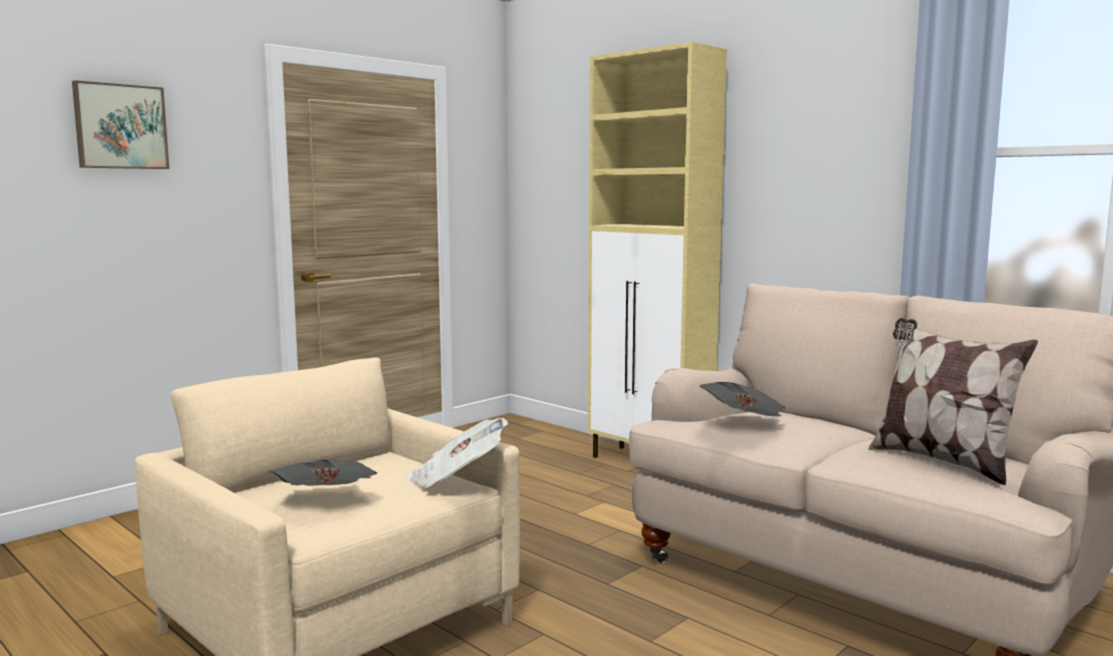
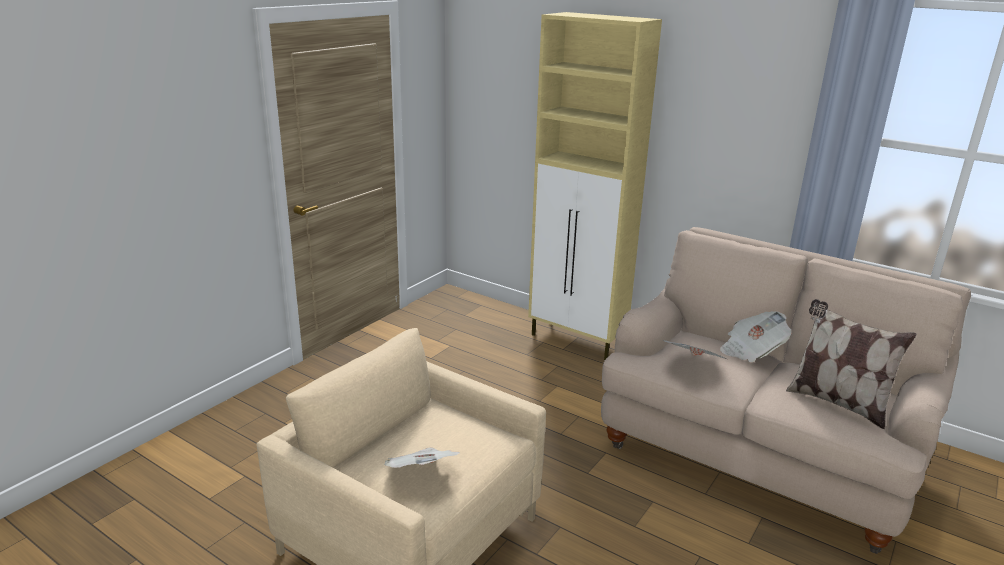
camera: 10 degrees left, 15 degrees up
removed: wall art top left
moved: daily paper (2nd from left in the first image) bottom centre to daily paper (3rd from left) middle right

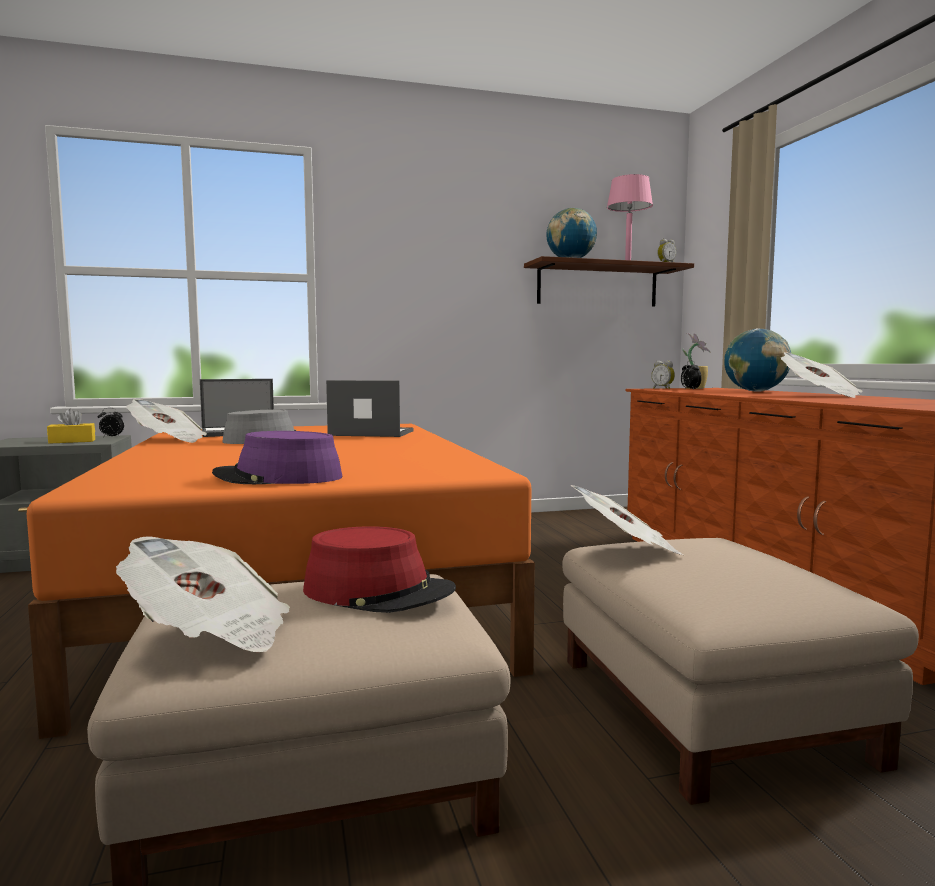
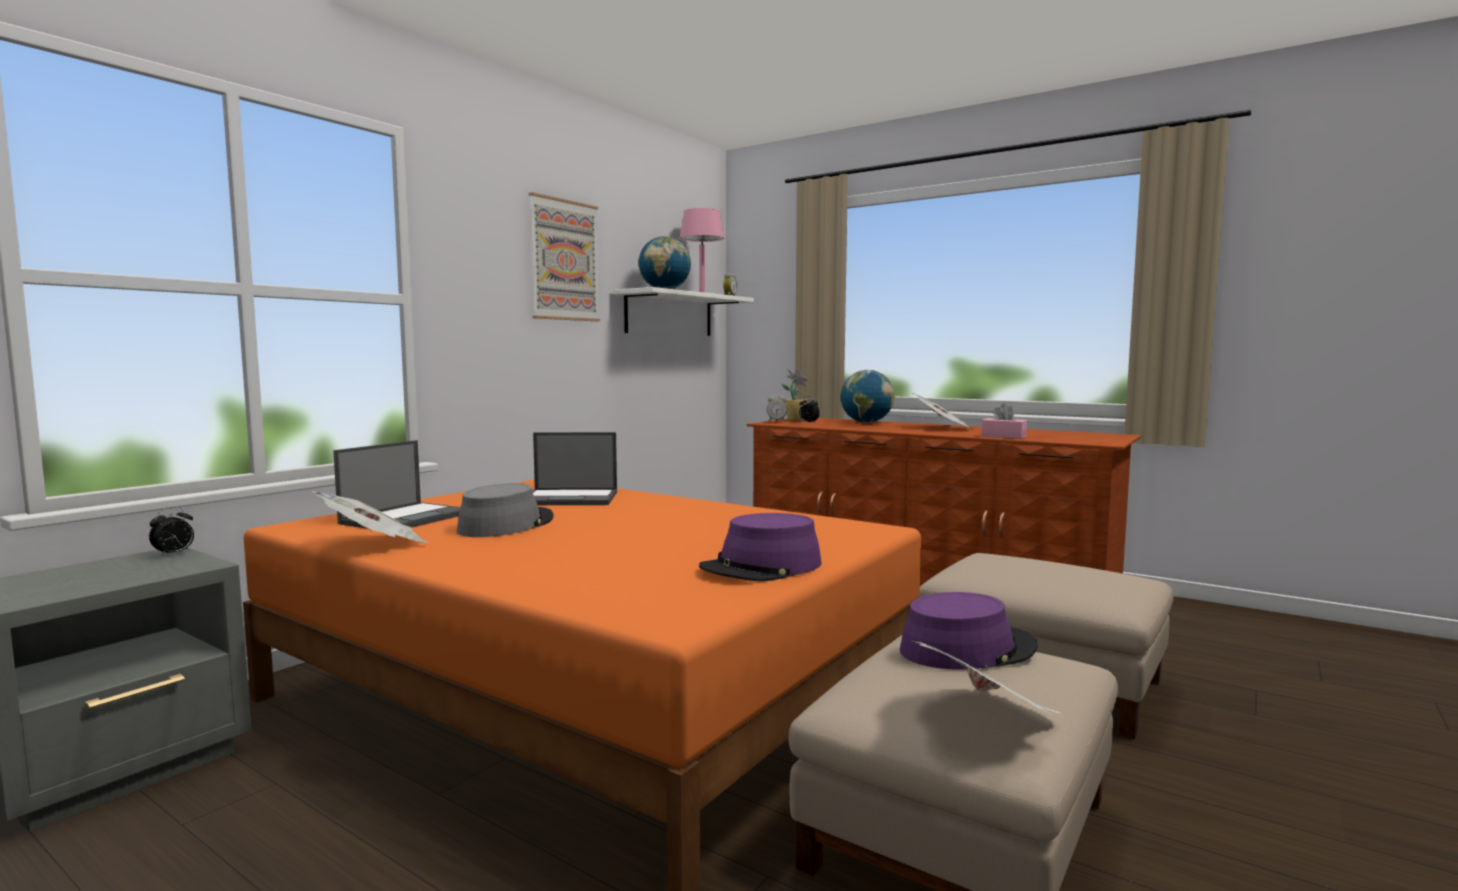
camera: 40 degrees left, 0 degrees up
removed: yellow box of tissues middle left; daily paper (3rd from left) middle right
added: wall art top centre; pinkish box of tissues middle right
recoloured: reddish wearable hat centre to purple-coloured wearable hat (2nd from left) bottom centre; brown-coloured wall shelf top centre to whitish wall shelf centre
turned: laptop (2nd from left) centre = centre 150 degrees counterclockwise

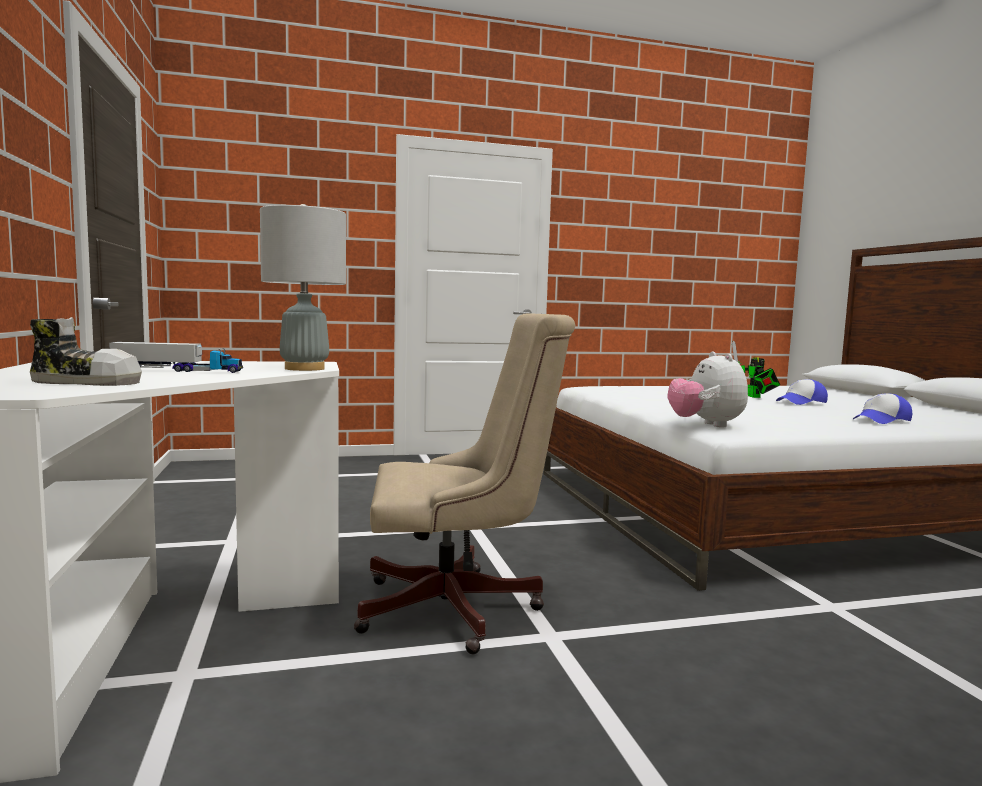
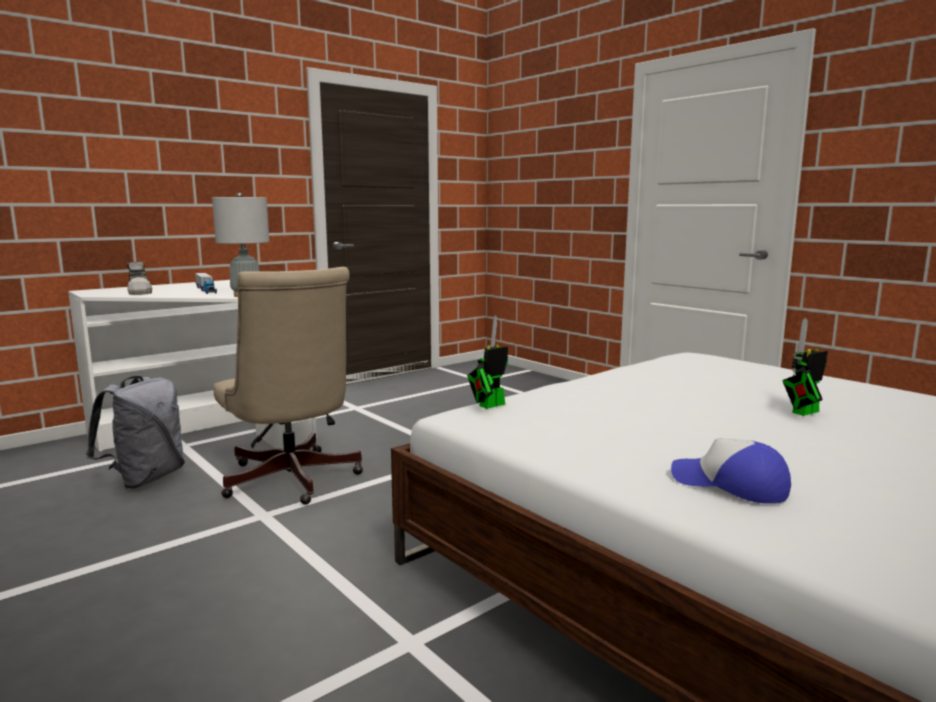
camera: 65 degrees right, 5 degrees up
removed: peaked cap (1st from left) middle right
added: greyish knapsack middle left
replaced: soft toy middle right to toy robot (1st from left) centre

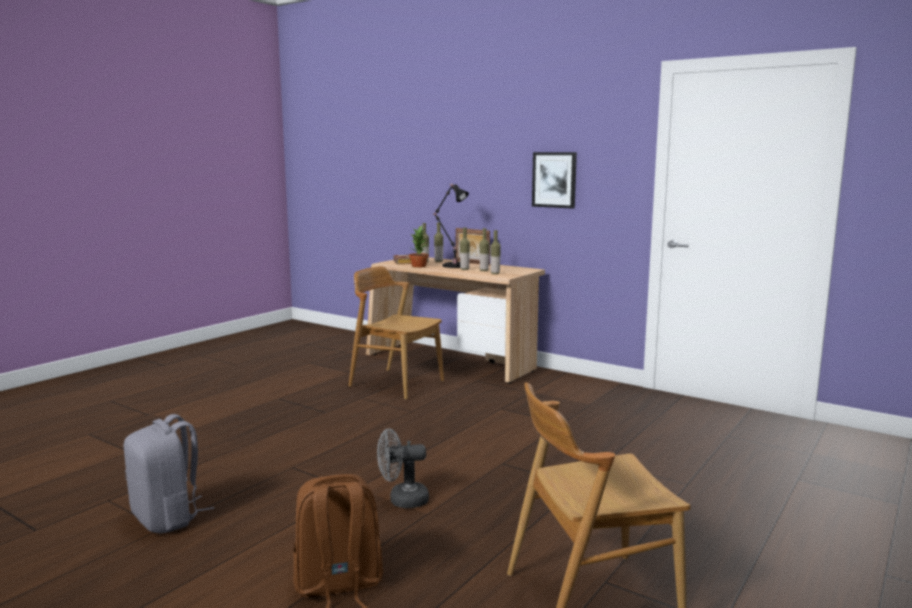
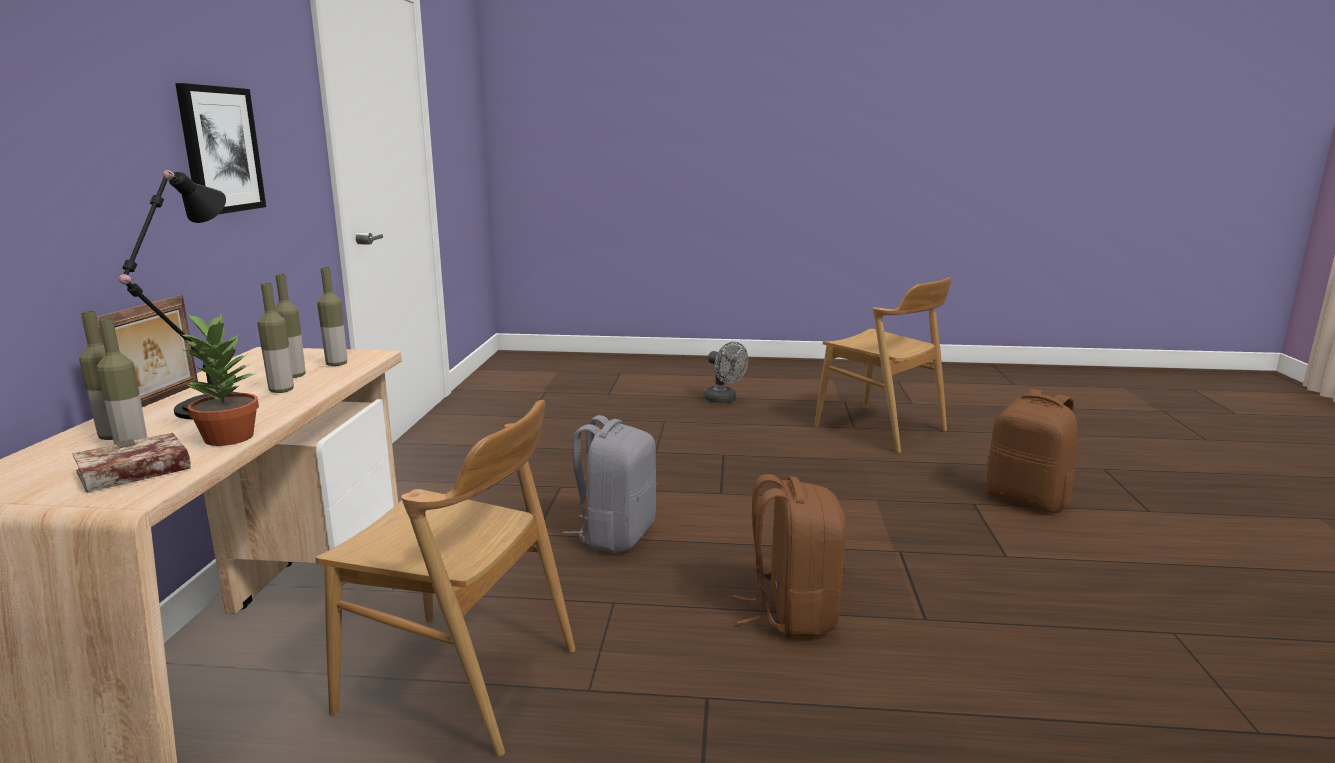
camera: 120 degrees left, 5 degrees up
added: brown-coloured knapsack (1st from left) bottom centre
moved: greyish knapsack bottom left to centre; greyish fan bottom centre to centre
turned: brown-coloured upright chair (1st from left) centre = bottom centre 75 degrees counterclockwise

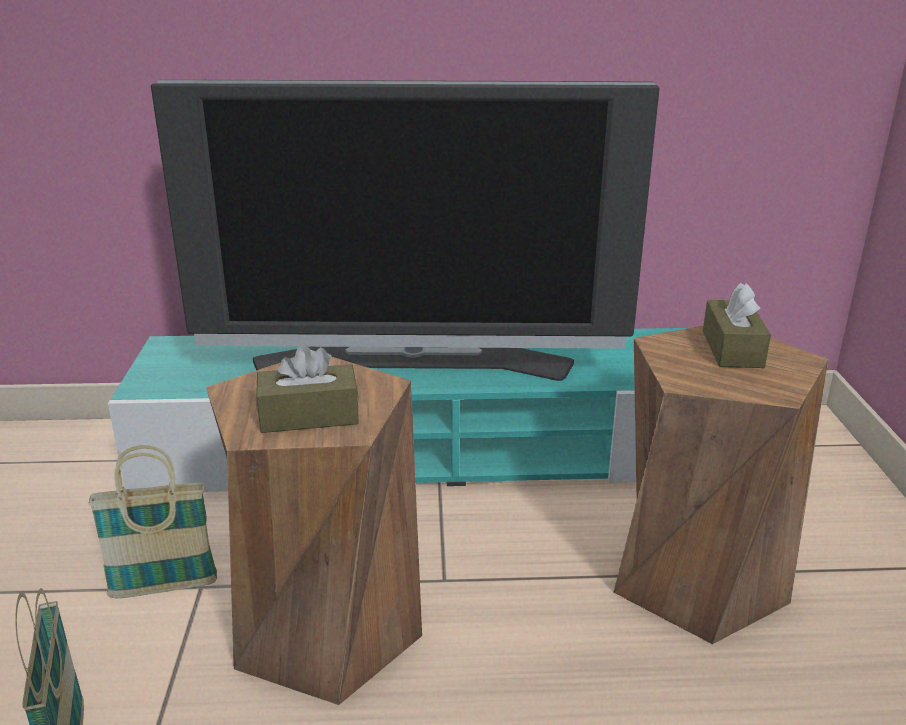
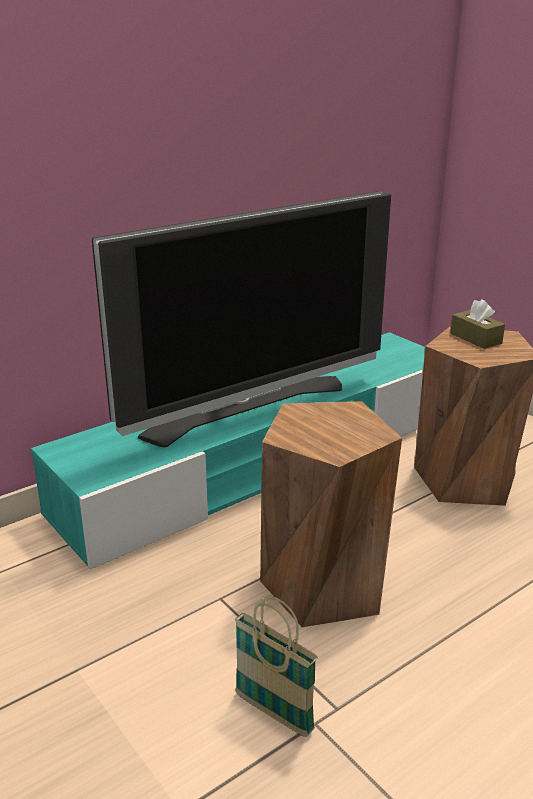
camera: 35 degrees left, 0 degrees up
removed: household basket (2nd from left) bottom left; brown-coloured box of tissues (1st from left) centre

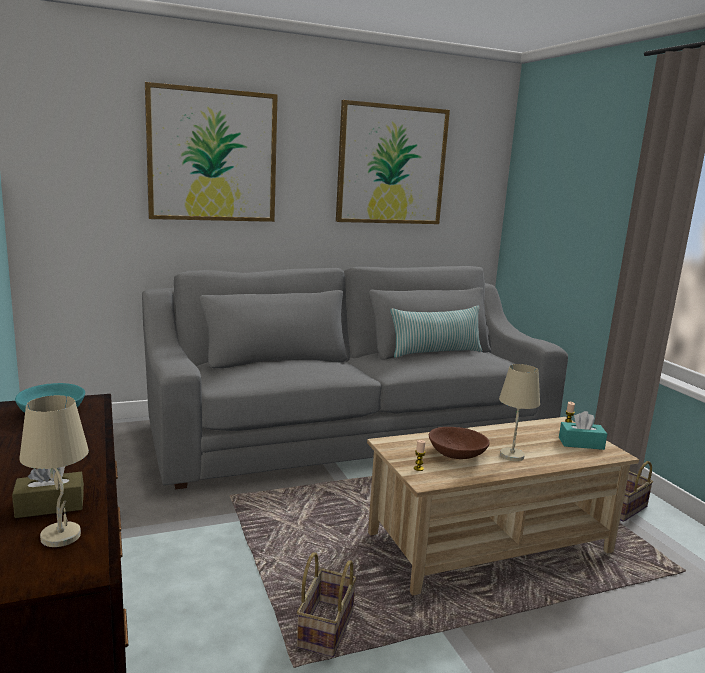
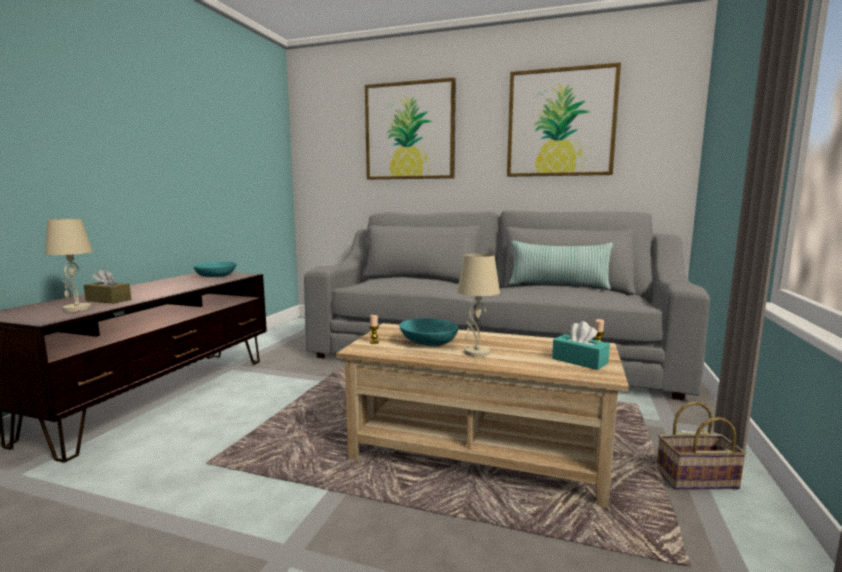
camera: 40 degrees right, 5 degrees down
removed: household basket (1st from left) bottom centre
recoloured: brown-coloured serving bowl centre to blue-green serving bowl (2nd from left) centre

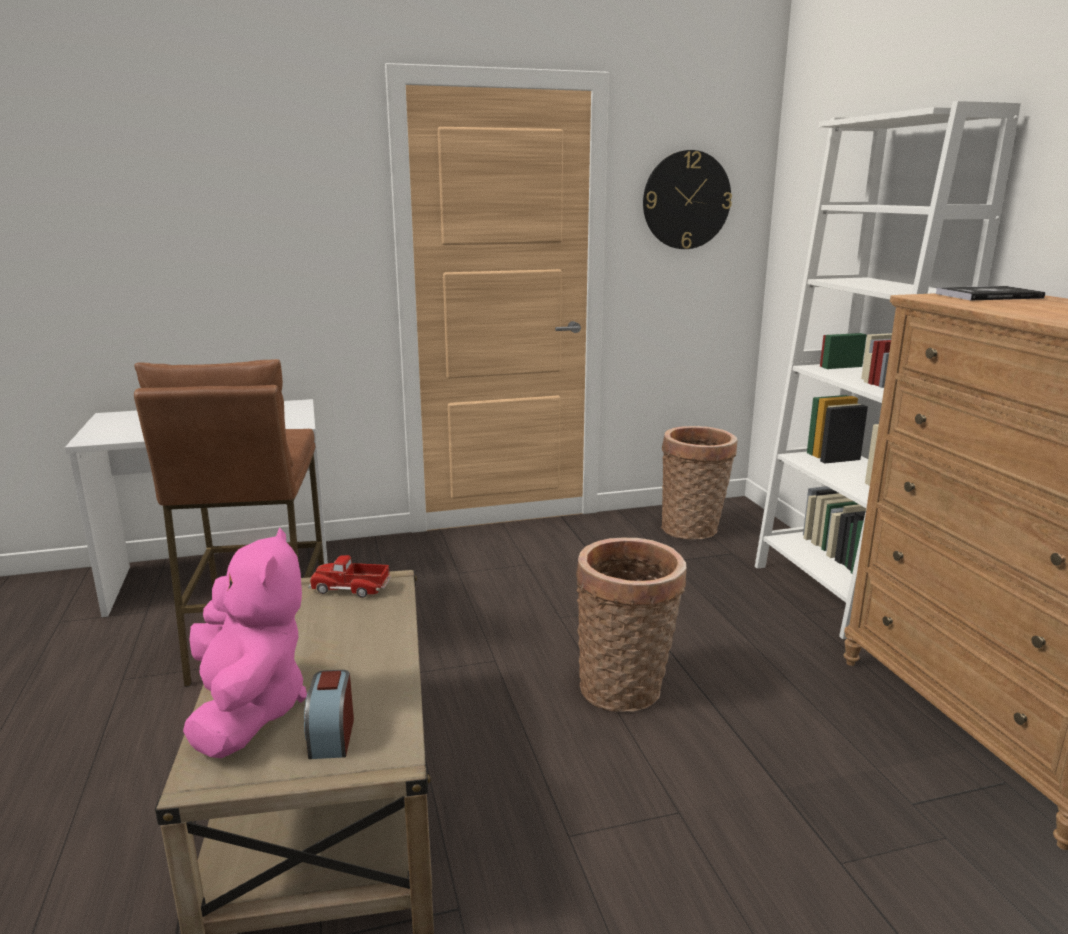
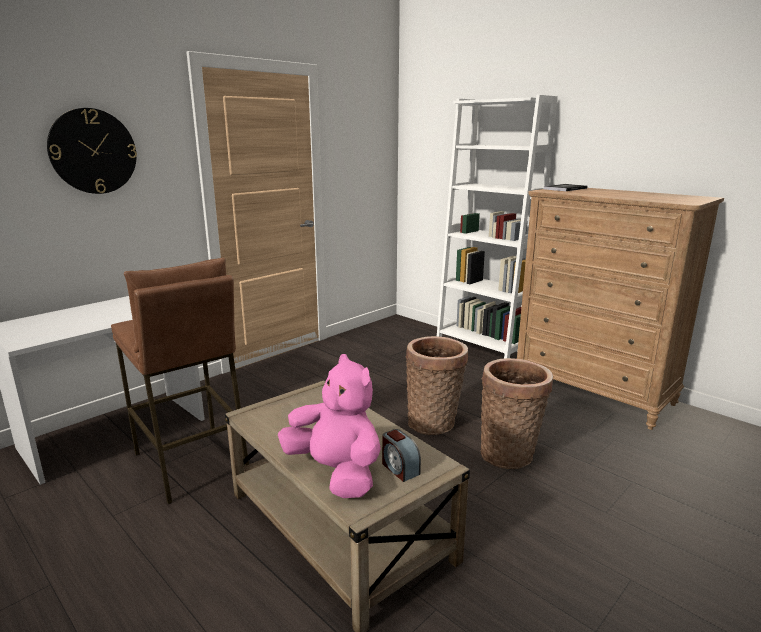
camera: 30 degrees left, 0 degrees up
removed: model truck middle left
moved: wall clock top centre to top left; household basket (2nd from left) centre to middle right

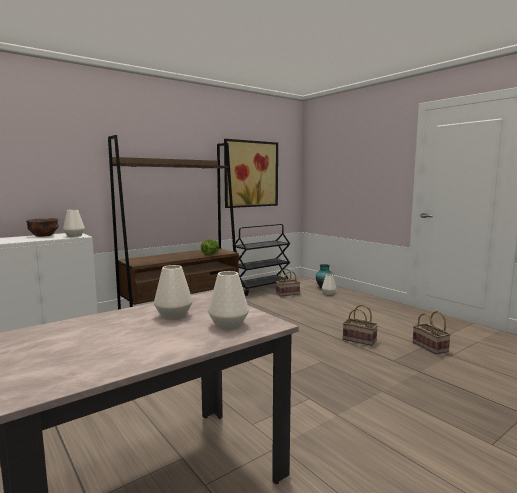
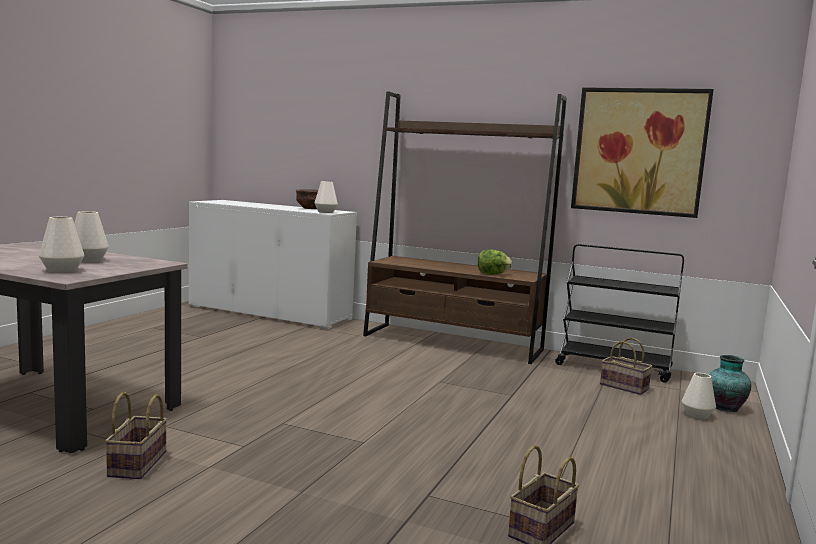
camera: 60 degrees right, 0 degrees up
moved: household basket (2nd from left in the first image) middle right to household basket (1st from left) bottom left

